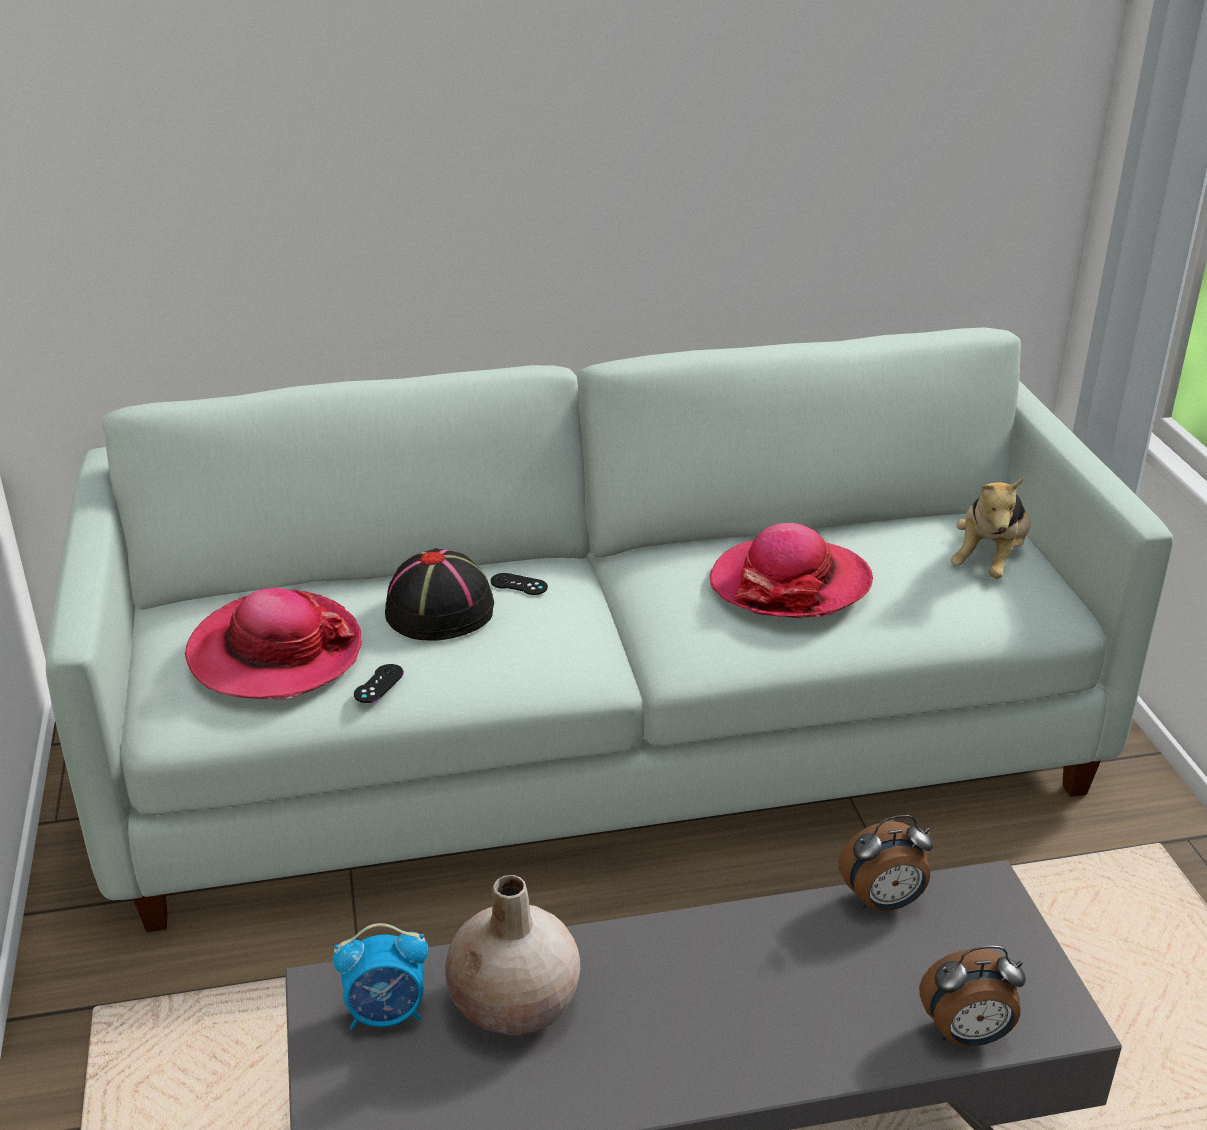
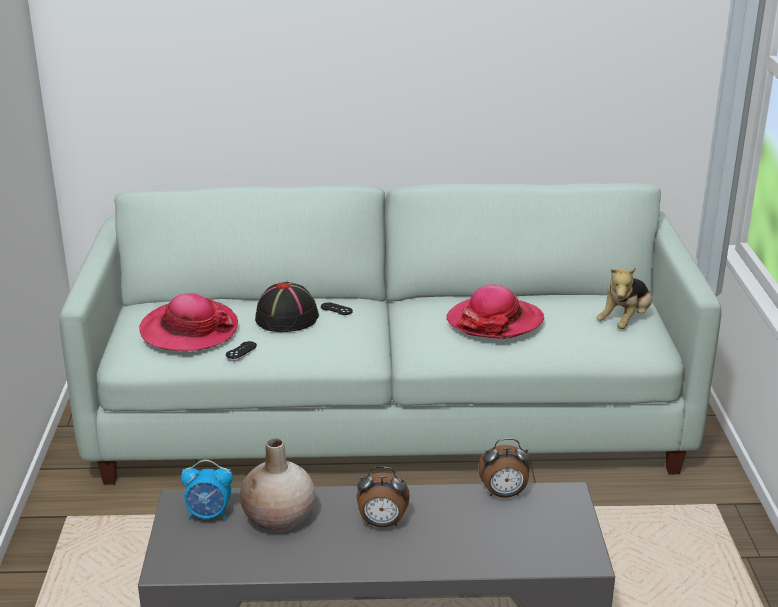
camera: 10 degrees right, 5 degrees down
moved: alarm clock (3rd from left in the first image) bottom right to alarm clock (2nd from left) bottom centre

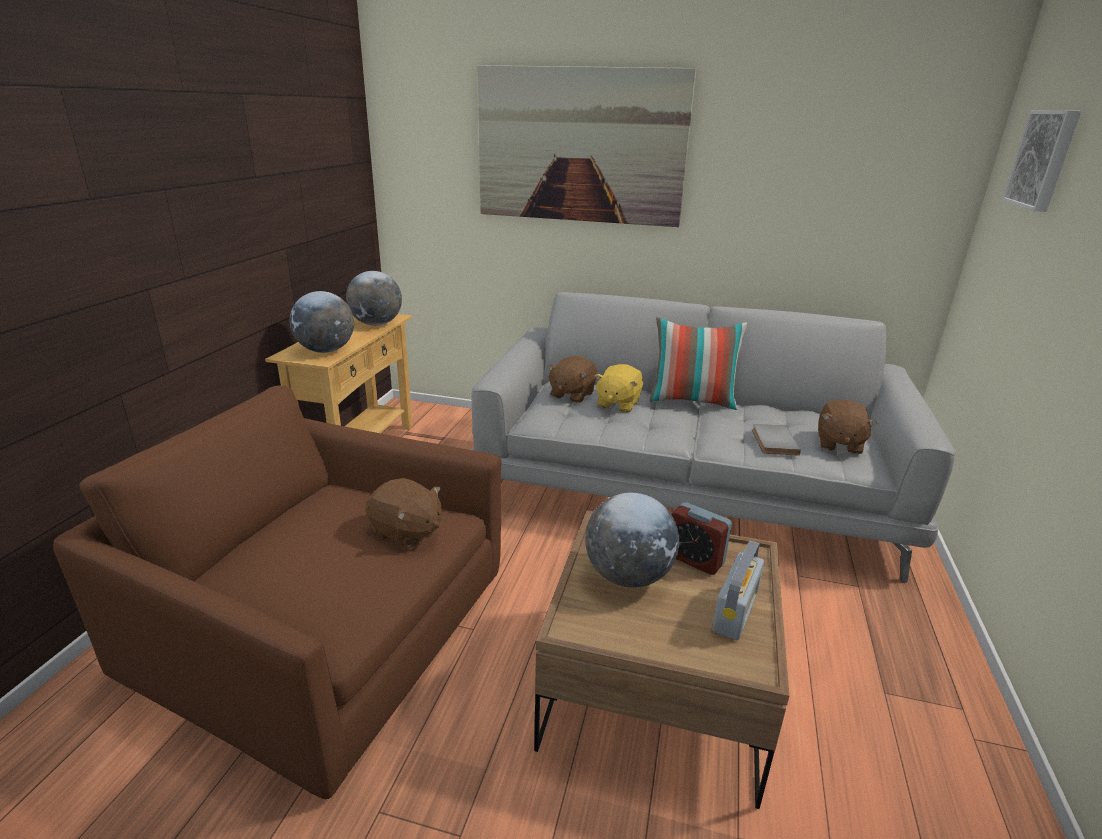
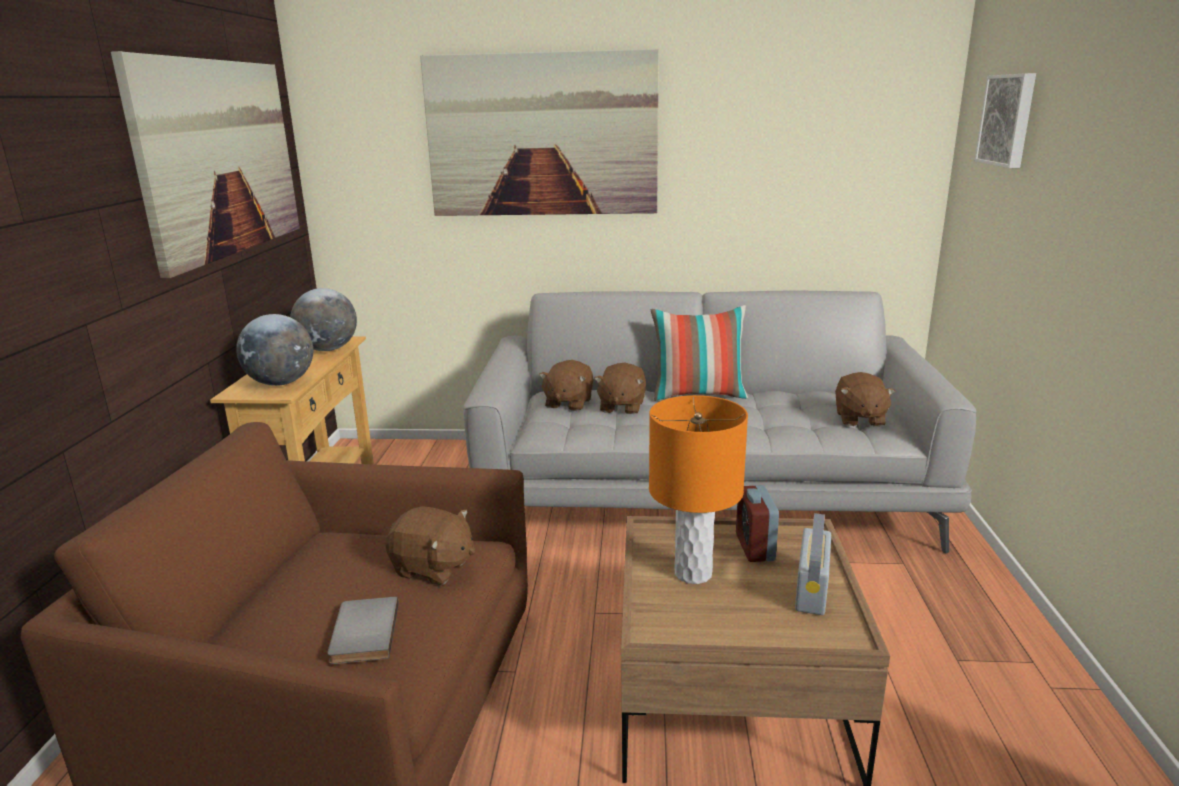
camera: 10 degrees left, 5 degrees down
added: wall art (1st from left) top left
moved: greyish book middle right to bottom left
replaced: globe (3rd from left) centre to orange lamp for a table centre
recoloured: yellow soft toy centre to brown-coloured soft toy (3rd from left) centre
turned: alarm clock centre = centre 60 degrees clockwise

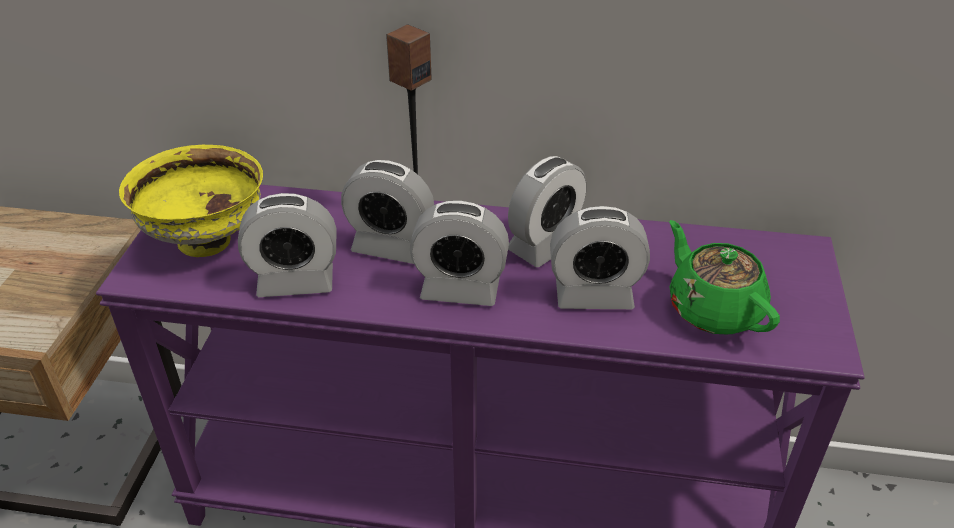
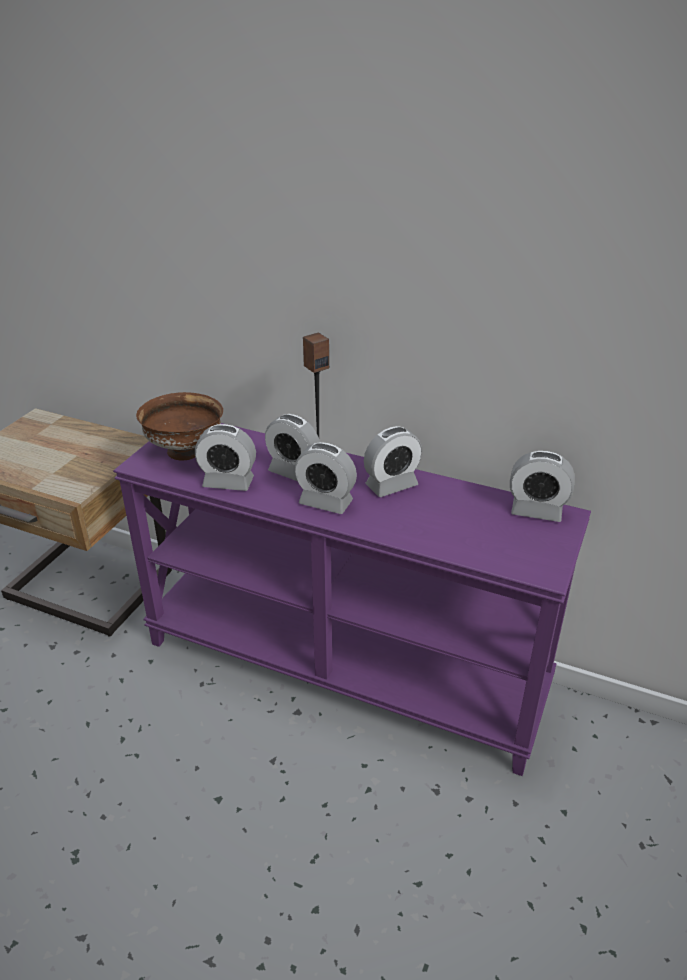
camera: 15 degrees right, 5 degrees down
removed: greenish tea pot middle right
moved: alarm clock (5th from left) centre to middle right
recoloured: yellow serving bowl middle left to brown-coloured serving bowl middle left

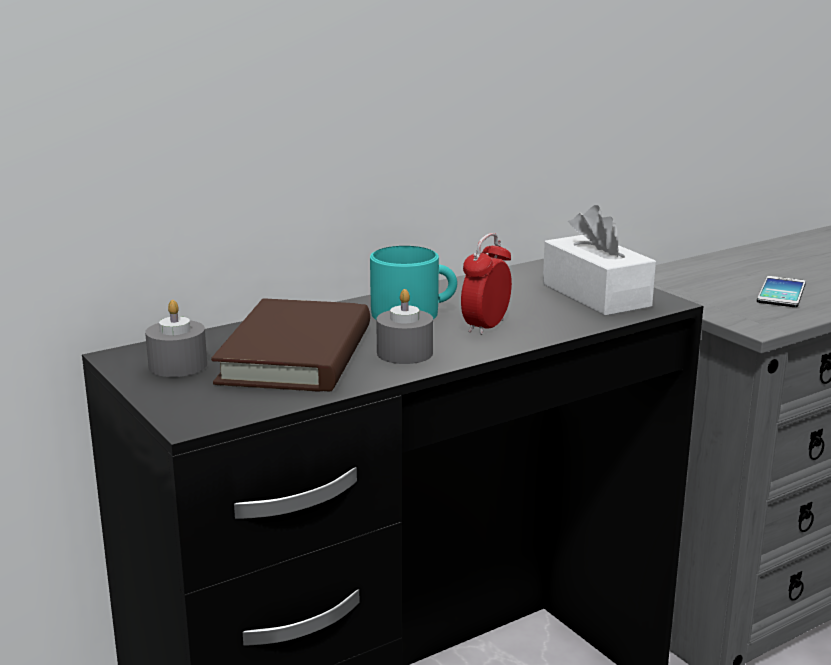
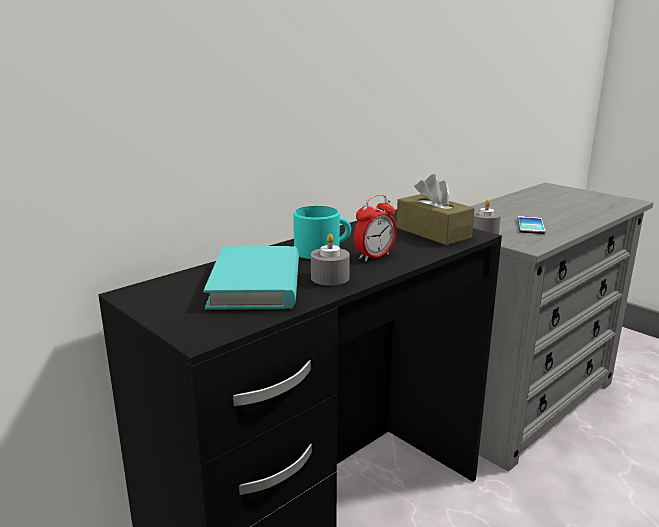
camera: 10 degrees left, 0 degrees up
moved: greyish candle (1st from left in the first image) middle left to greyish candle (2nd from left) middle right
recoloured: brown-coloured book centre to blue-green book centre; whitish box of tissues middle right to brown-coloured box of tissues centre
turned: alarm clock centre = centre 150 degrees counterclockwise

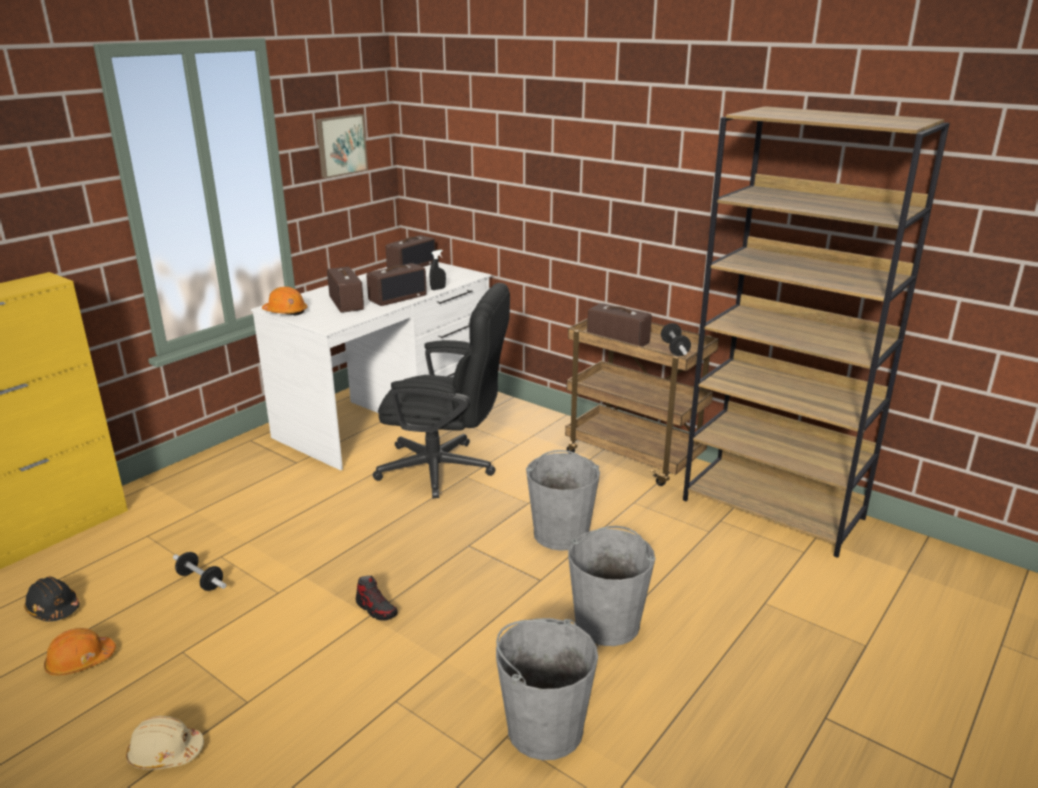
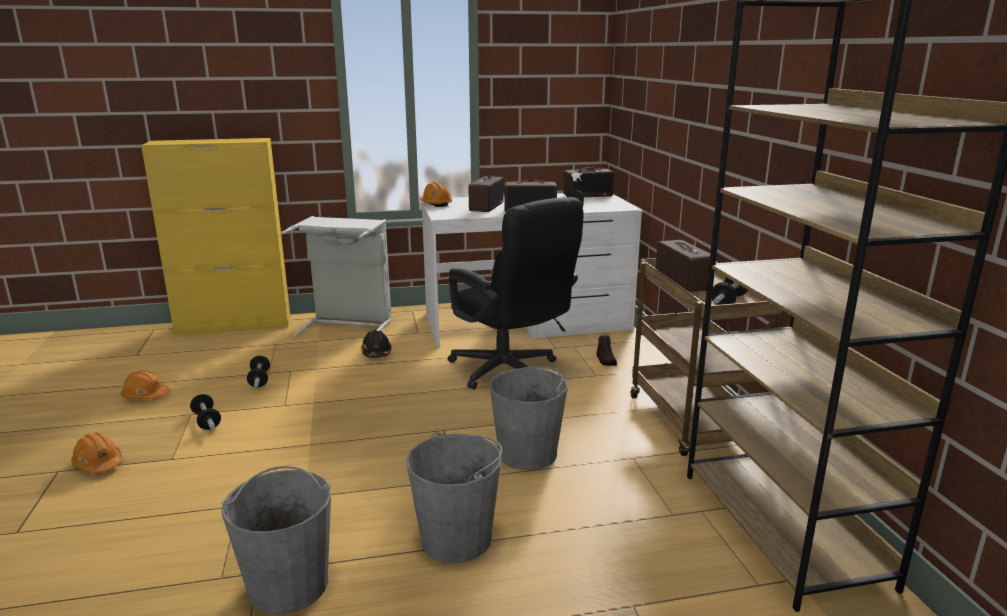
camera: 40 degrees right, 5 degrees down
removed: wall art top left
added: dumbbell (1st from left) bottom left; greyish washing basket centre
moved: black-coloured work helmet bottom left to centre; shoe bottom centre to centre
recoloured: beige work helmet bottom left to orange work helmet (1st from left) bottom left

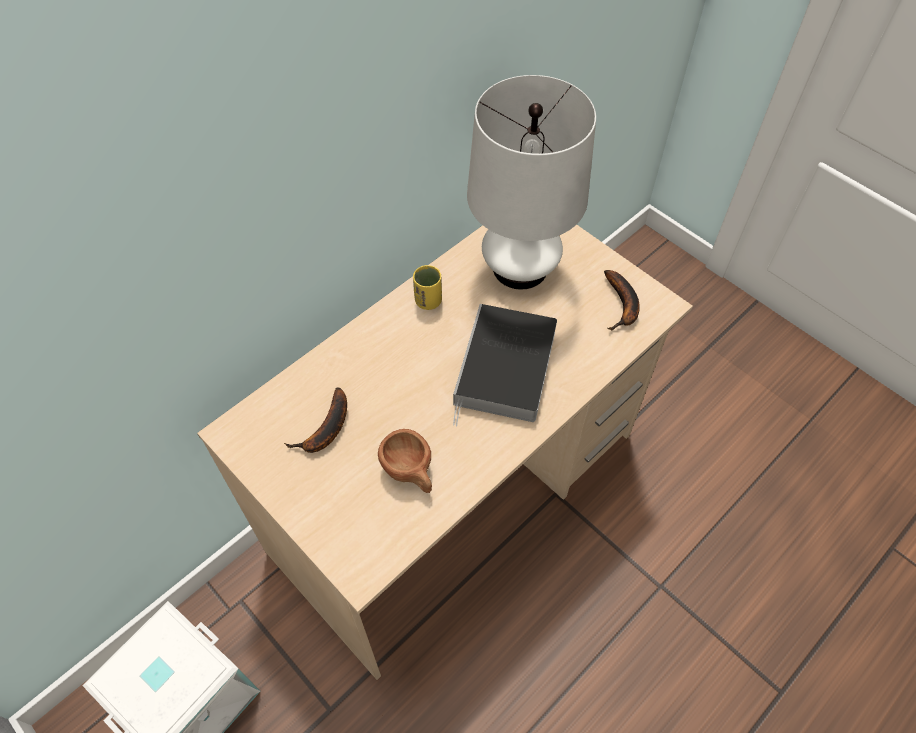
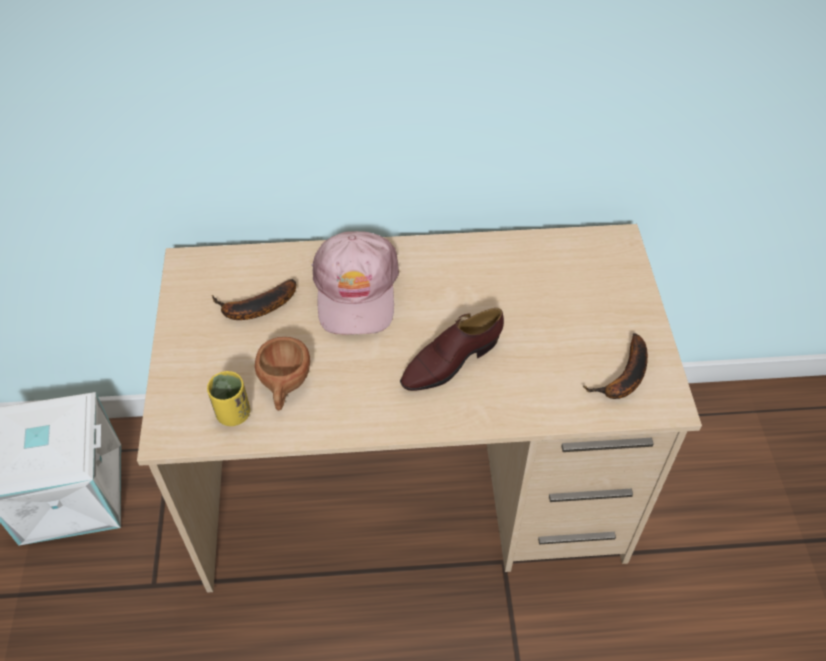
camera: 40 degrees right, 5 degrees down
removed: whitish lamp for a table top centre
added: pinkish peaked cap centre
moved: yellow small cup centre to middle left
replaced: book centre to brown-coloured shoe centre

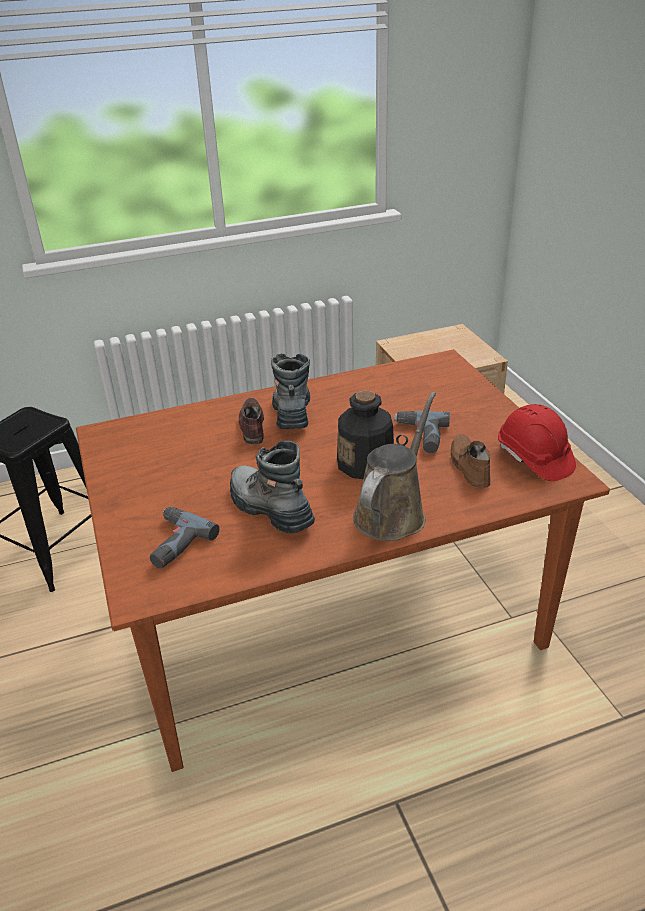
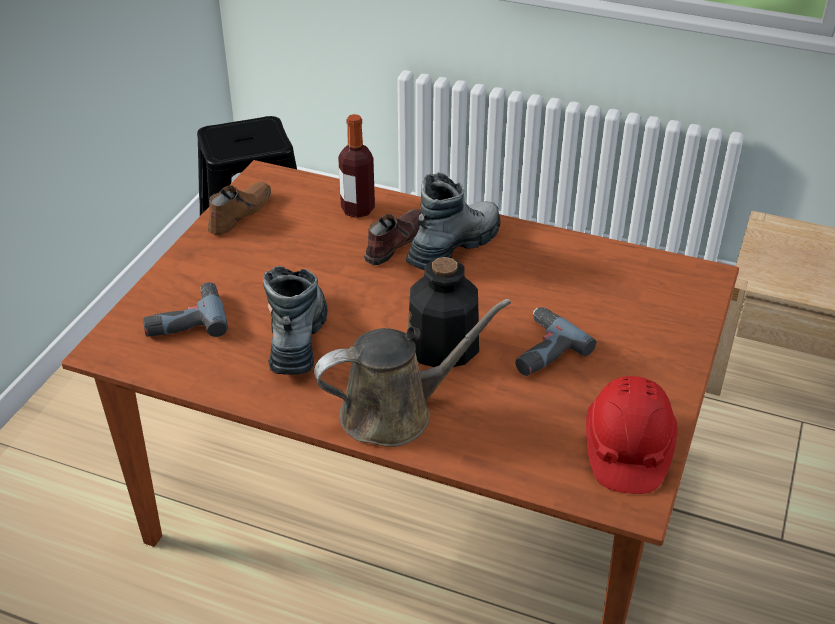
camera: 40 degrees right, 5 degrees up
added: bottle (1st from left) top centre
moved: brown-coloured shoe (2nd from left in the first image) middle right to brown-coloured shoe (1st from left) middle left

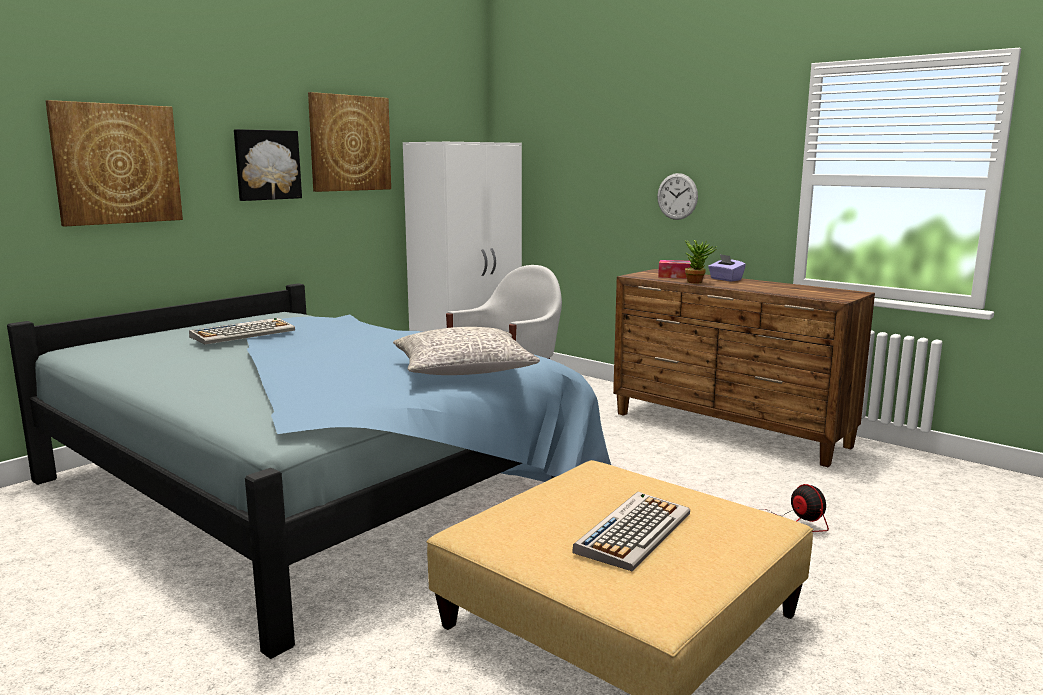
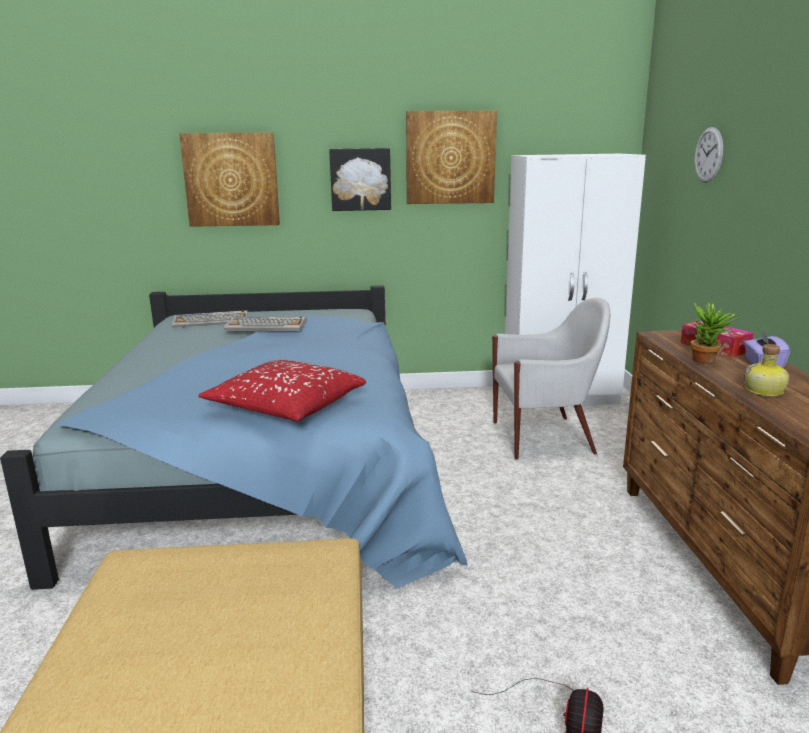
camera: 45 degrees right, 5 degrees up
added: bottle middle right
moved: PC keyboard (2nd from left in the first image) bottom centre to PC keyboard (1st from left) middle left; wall clock top centre to top right
recoloured: greyish throw pillow centre to reddish throw pillow centre

